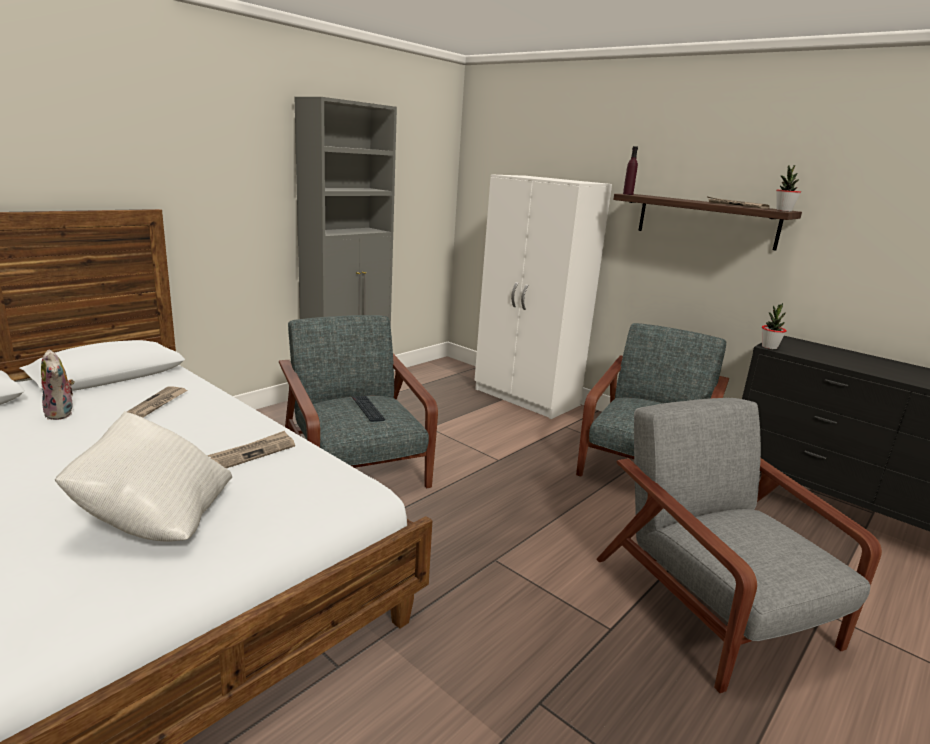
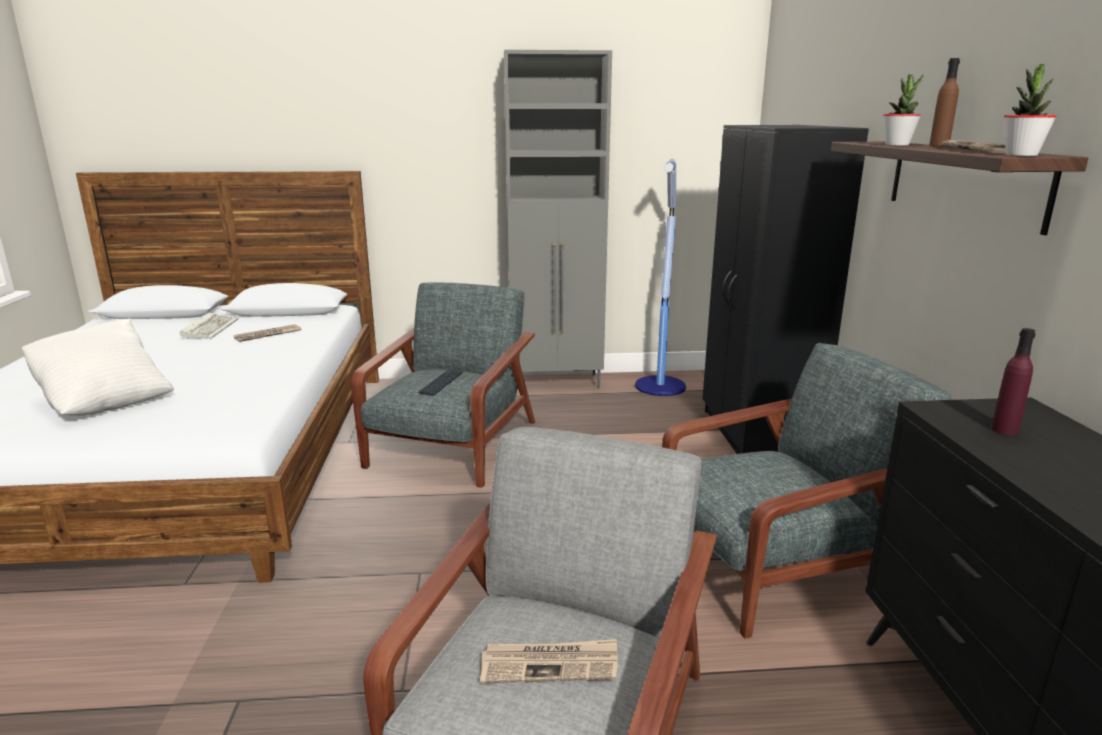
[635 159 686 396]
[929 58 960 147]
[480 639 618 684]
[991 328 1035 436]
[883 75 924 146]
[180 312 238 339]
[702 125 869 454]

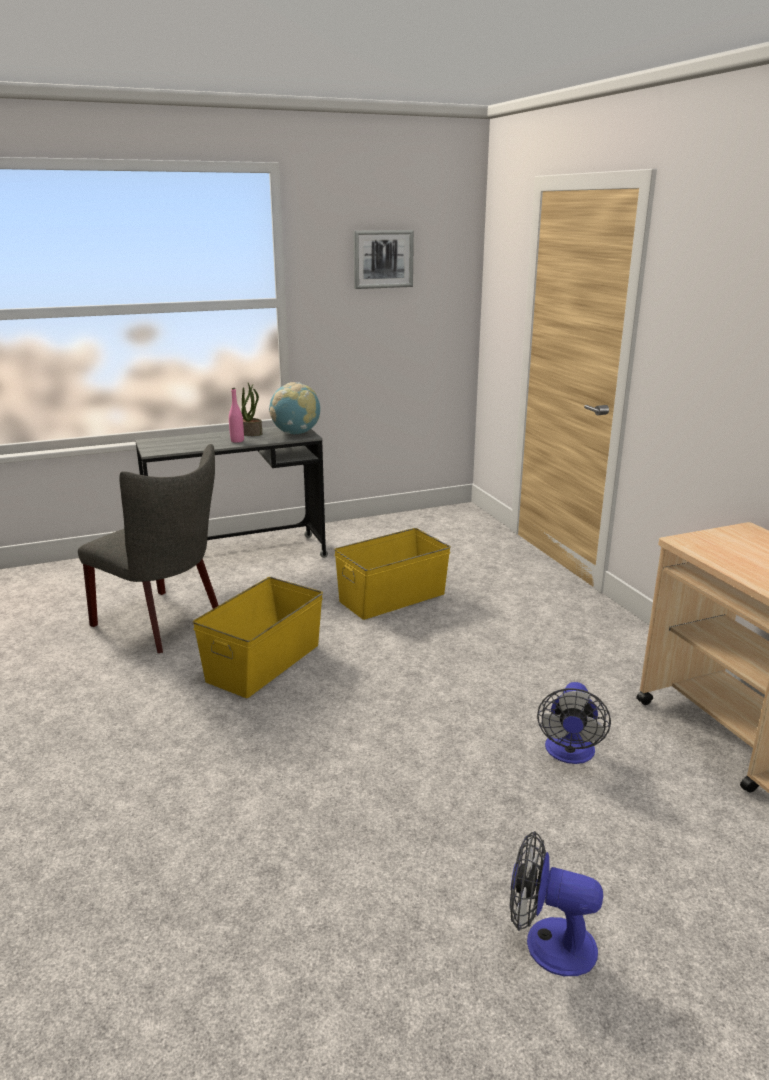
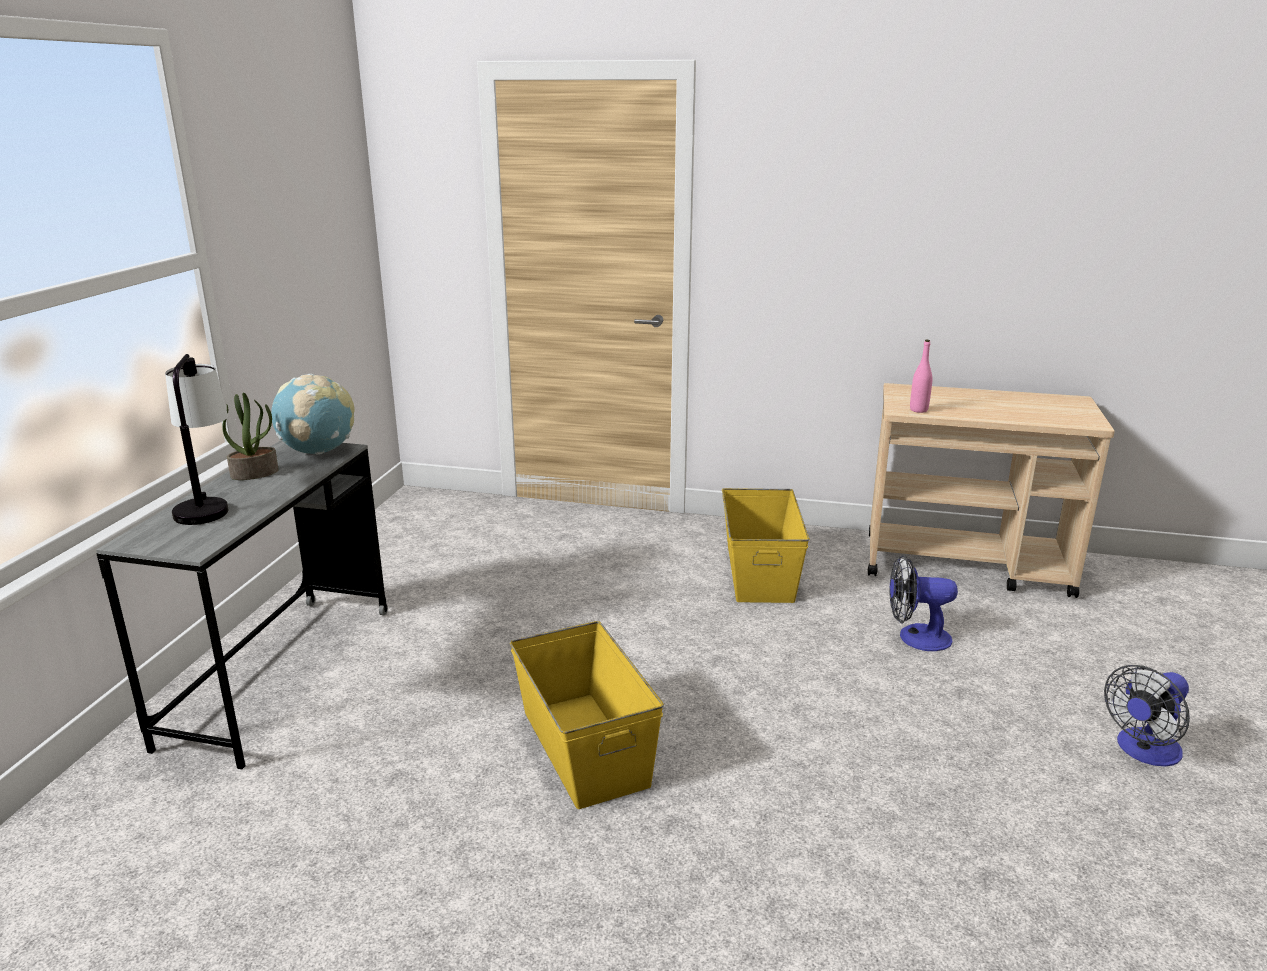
[78 444 219 653] (first image)
[354 230 414 289] (first image)
[165 354 228 525]
[910 340 932 413]
[722 488 810 603]
[890 555 958 651]

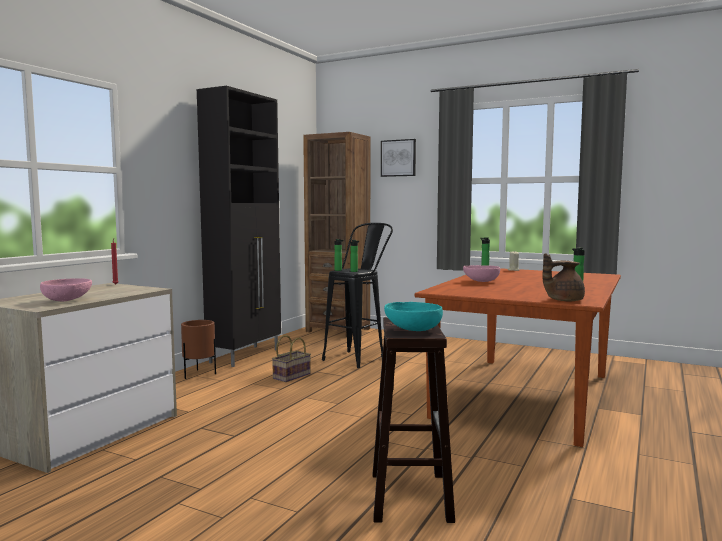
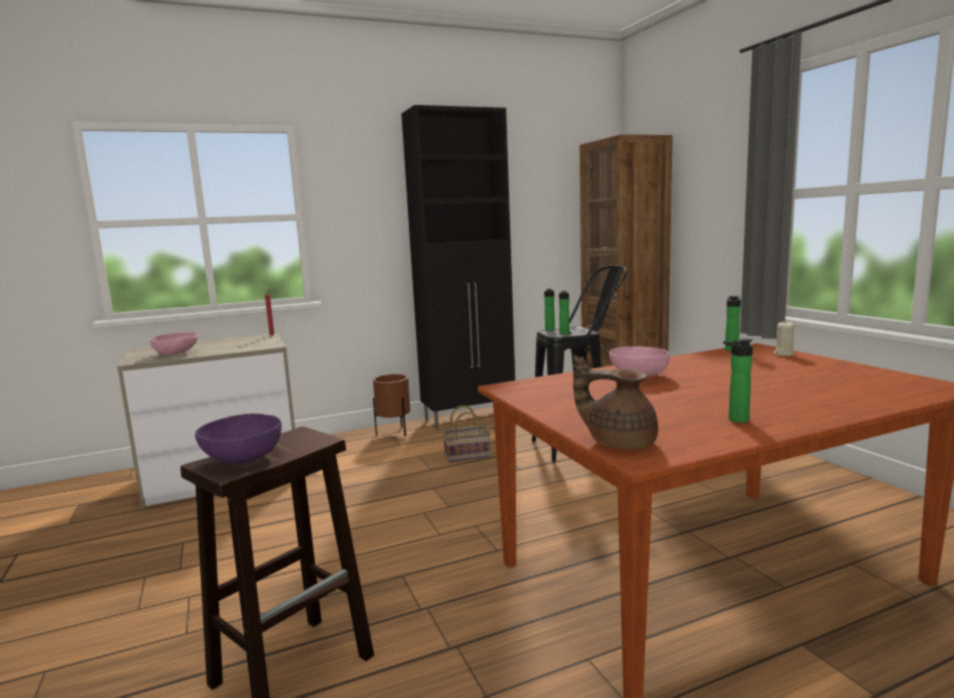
[381 139 416 177] (first image)
[195 414 282 464]

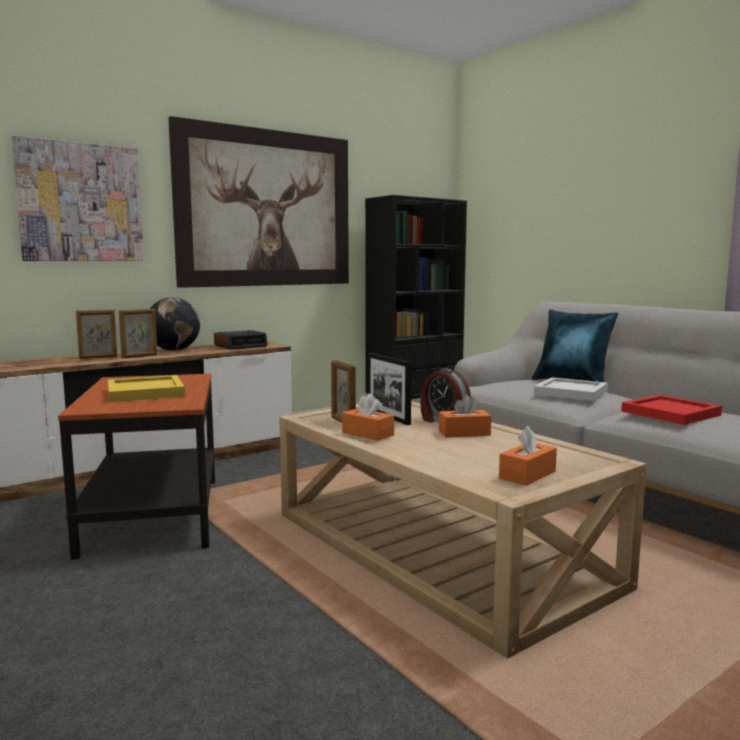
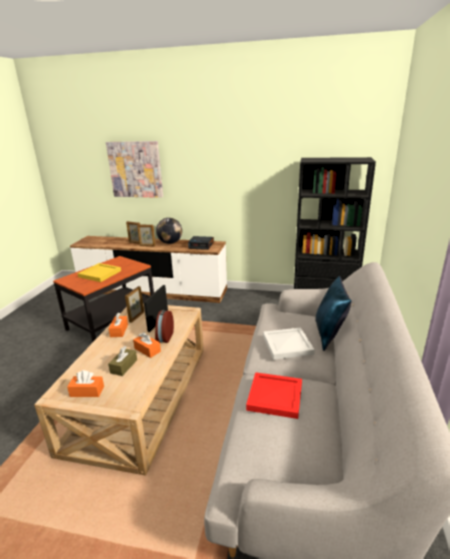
[168 116 349 288] (first image)
[108 346 137 376]

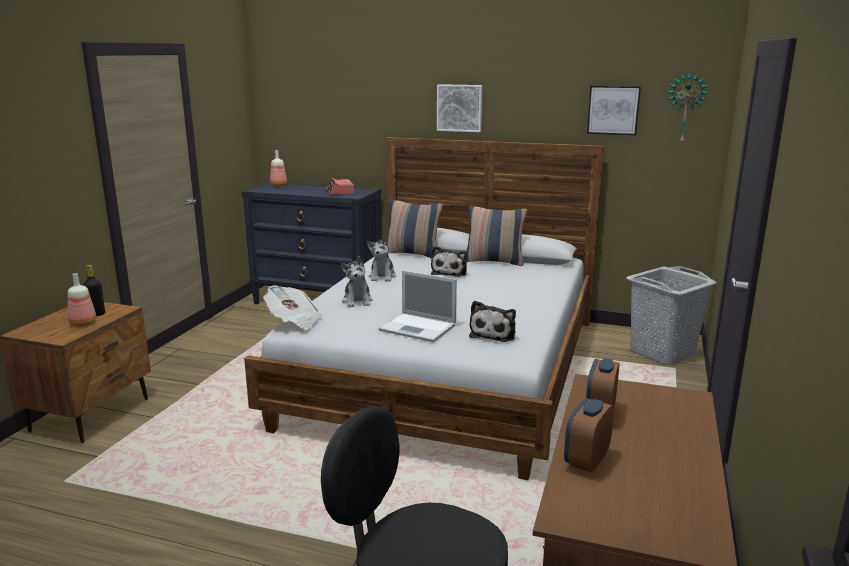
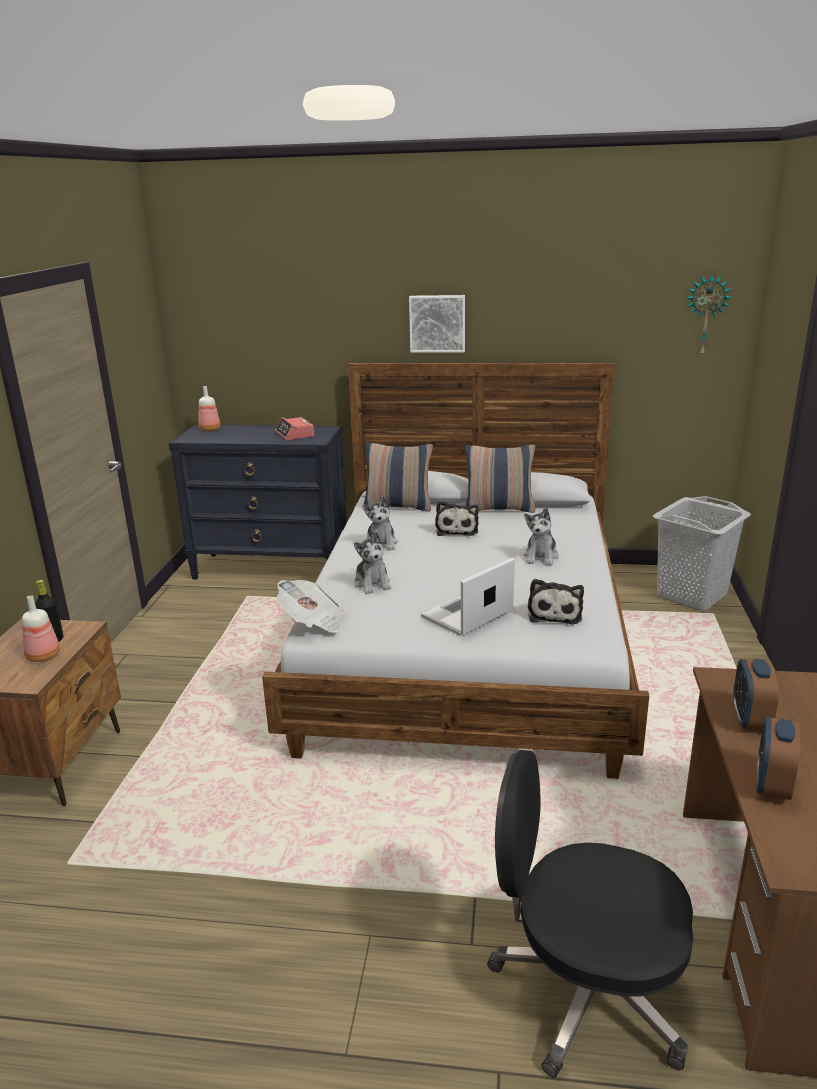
[587 86 641 135] (first image)
[524 508 559 565]
[421 558 515 636]

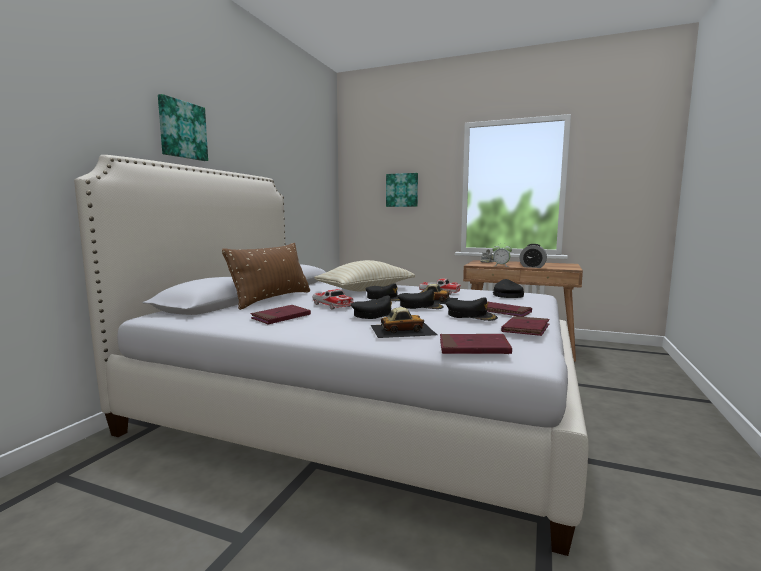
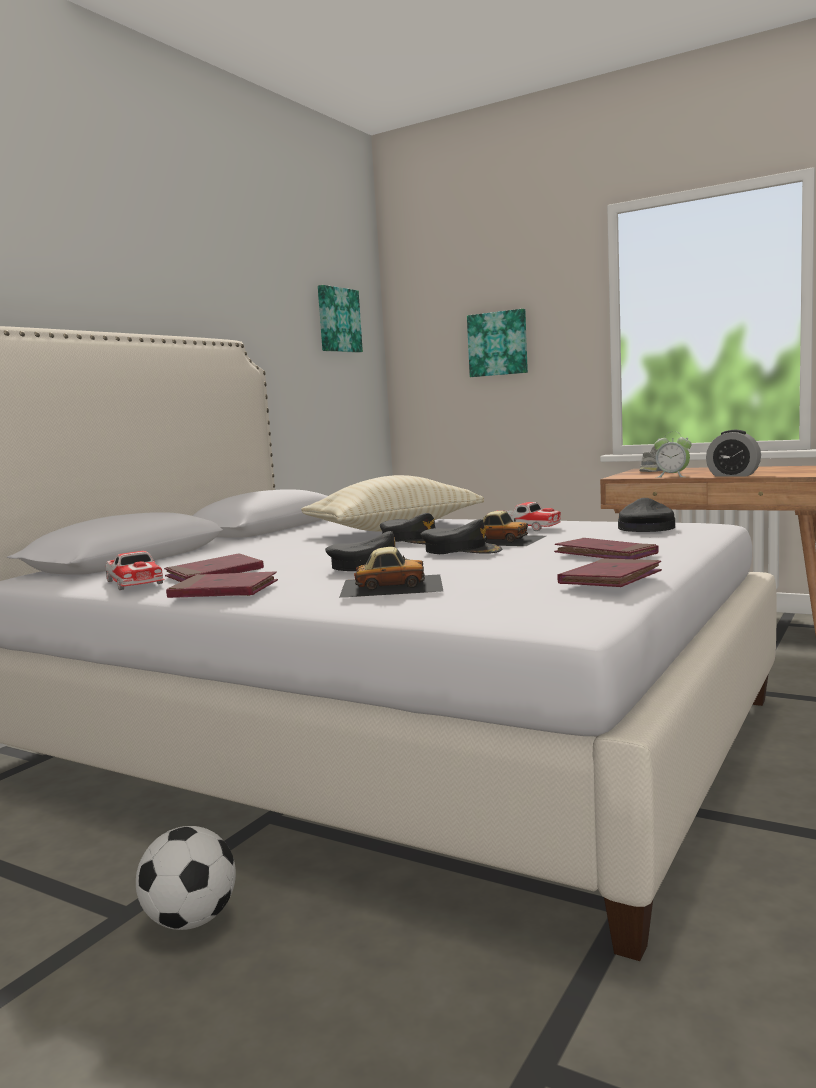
[222 243 310 310] (first image)
[446 298 498 321] (first image)
[136 826 236 930]
[318 285 363 353]
[106 551 165 590]
[166 571 278 598]

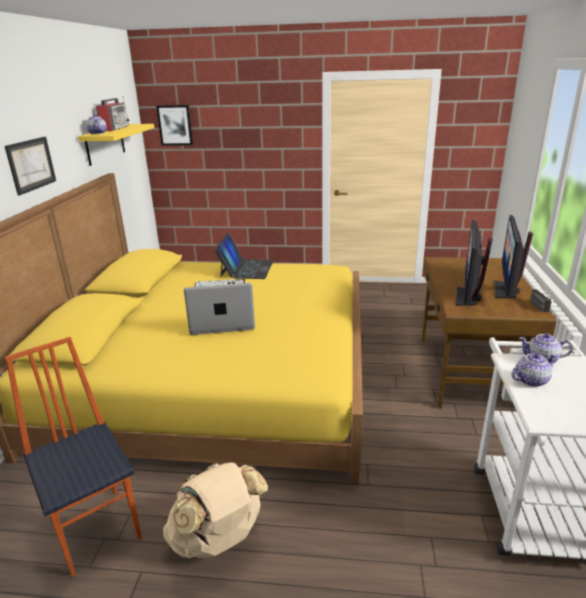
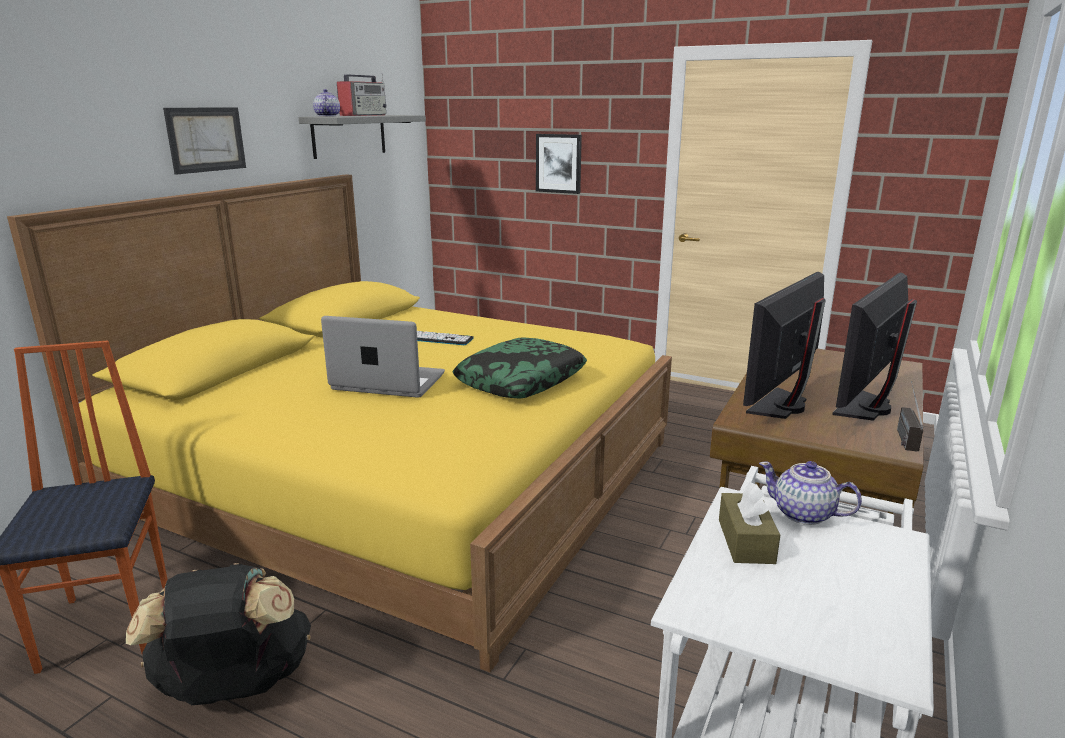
[214 233 274 279] (first image)
[453 337 587 398]
[536 134 582 194]
[719 482 780 564]
[299 115 426 159]
[126 563 311 705]

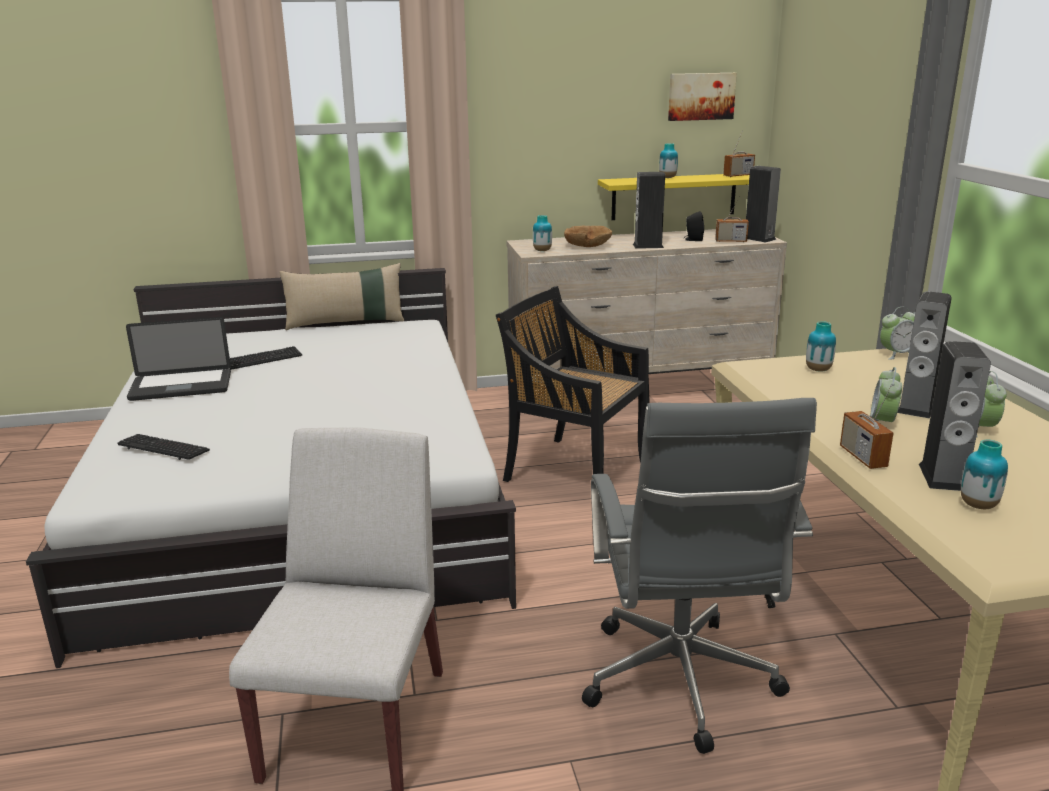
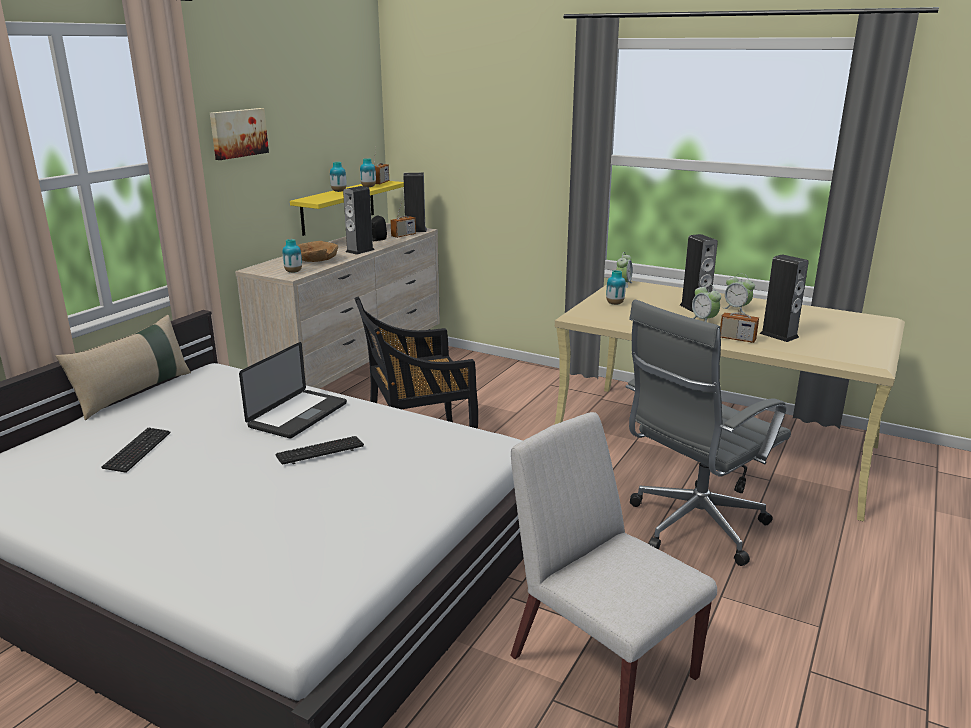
[275 436 364 465]
[239 342 347 438]
[210 108 269 160]
[360 158 376 187]
[626 299 791 566]

